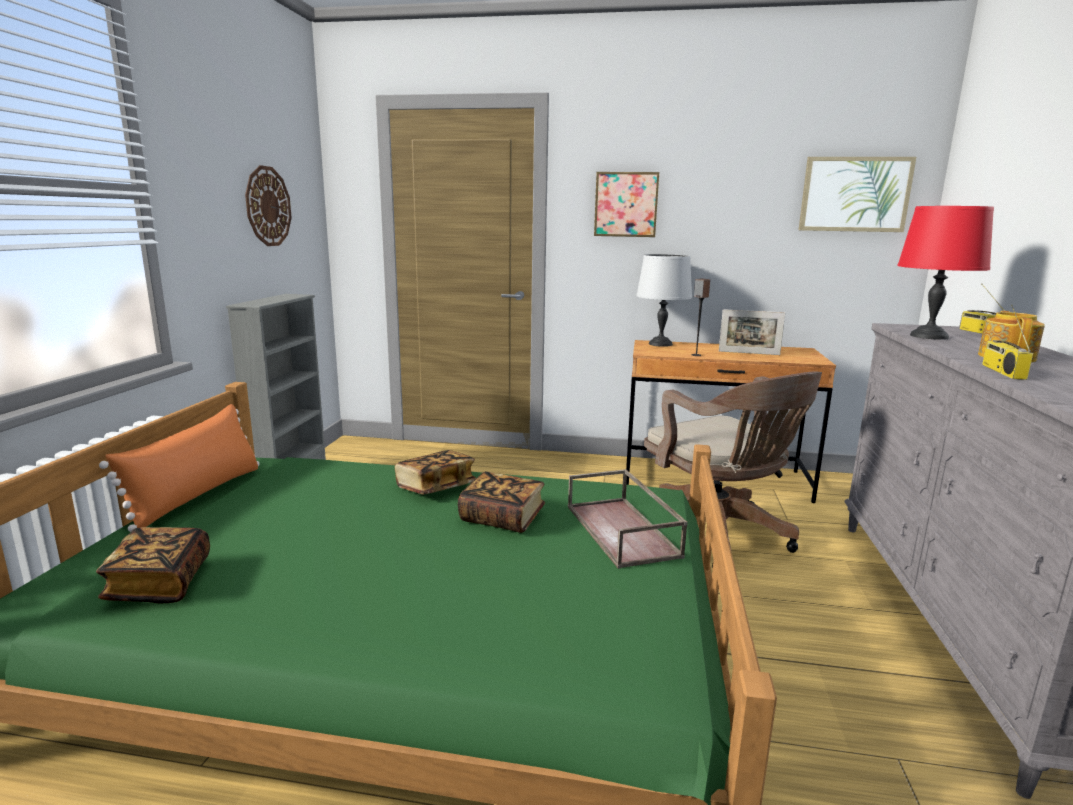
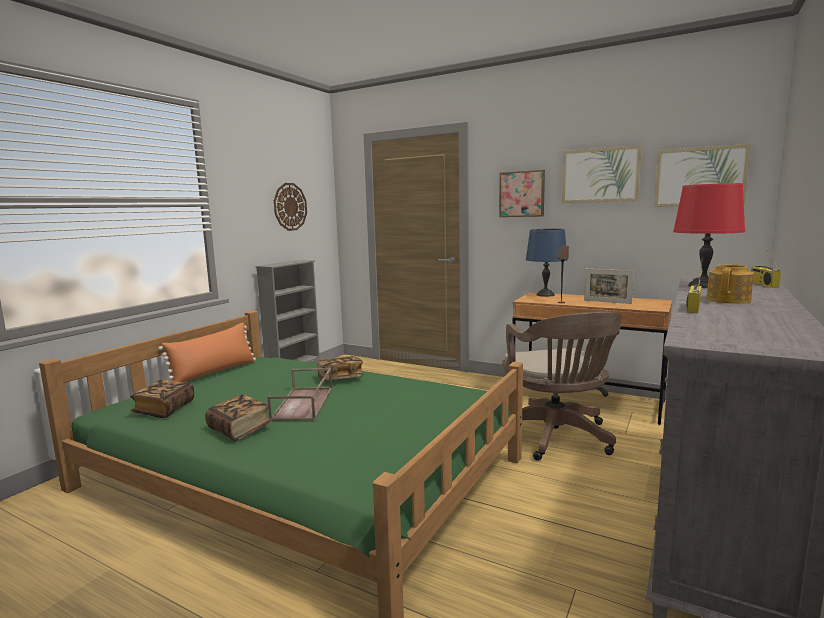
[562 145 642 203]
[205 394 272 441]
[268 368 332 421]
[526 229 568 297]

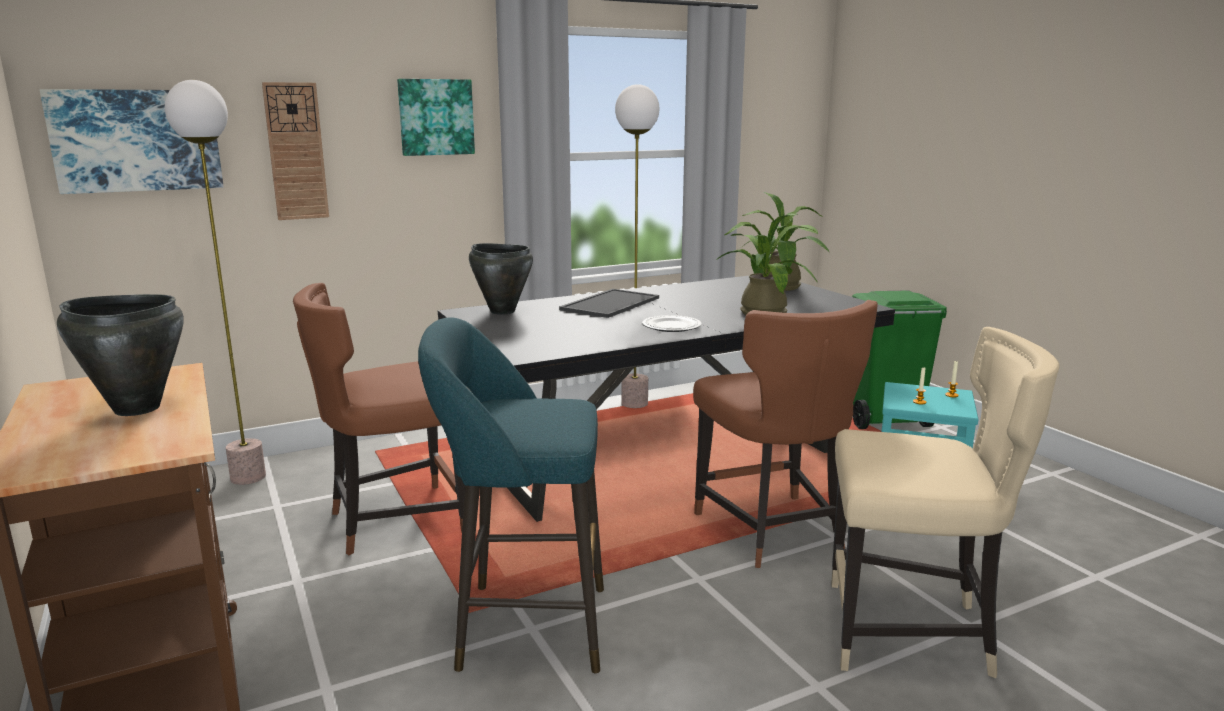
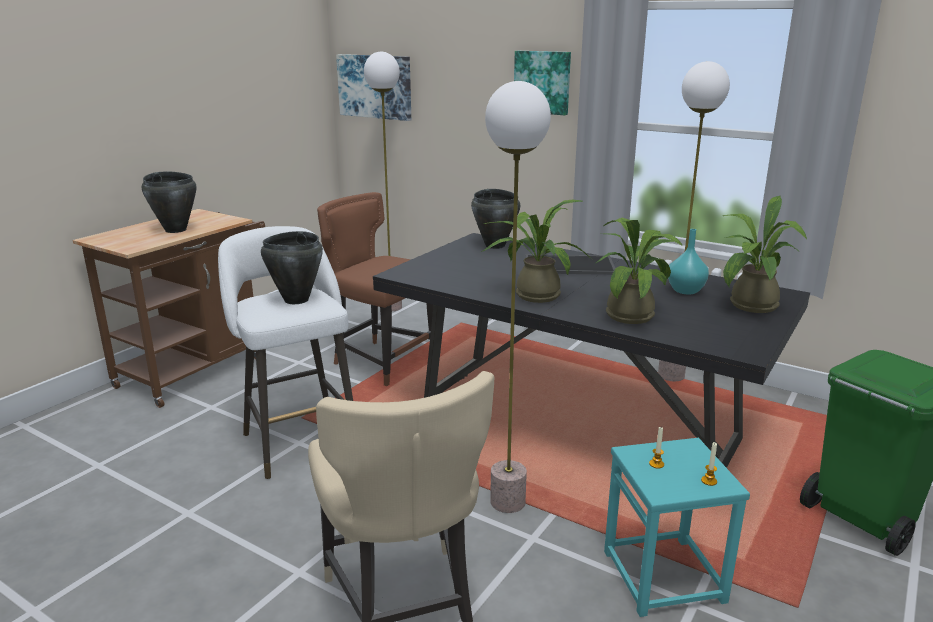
[262 82 329 220] (first image)
[261 231 323 304]
[668 229 709 294]
[481 199 592 303]
[485 81 551 513]
[218 226 353 479]

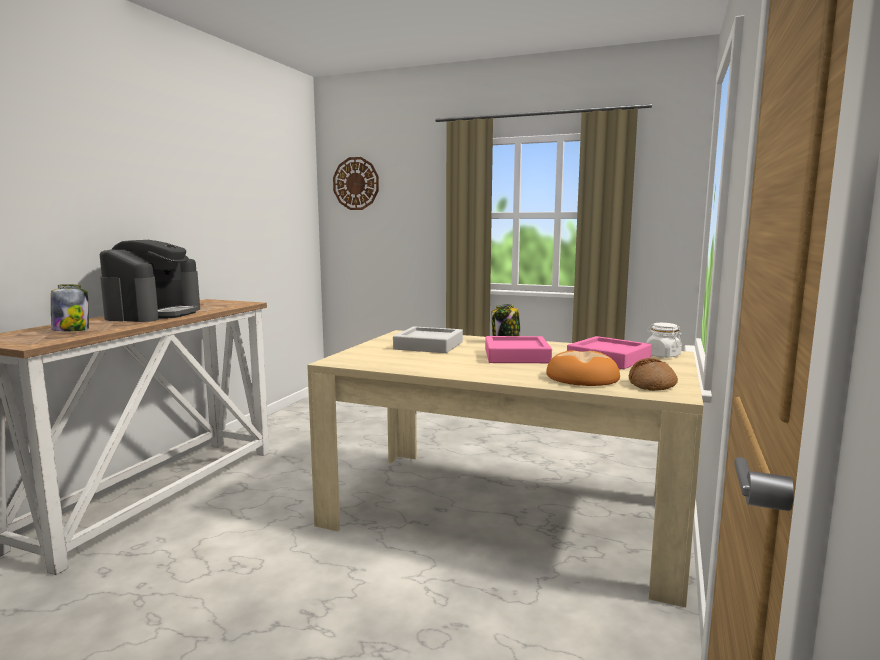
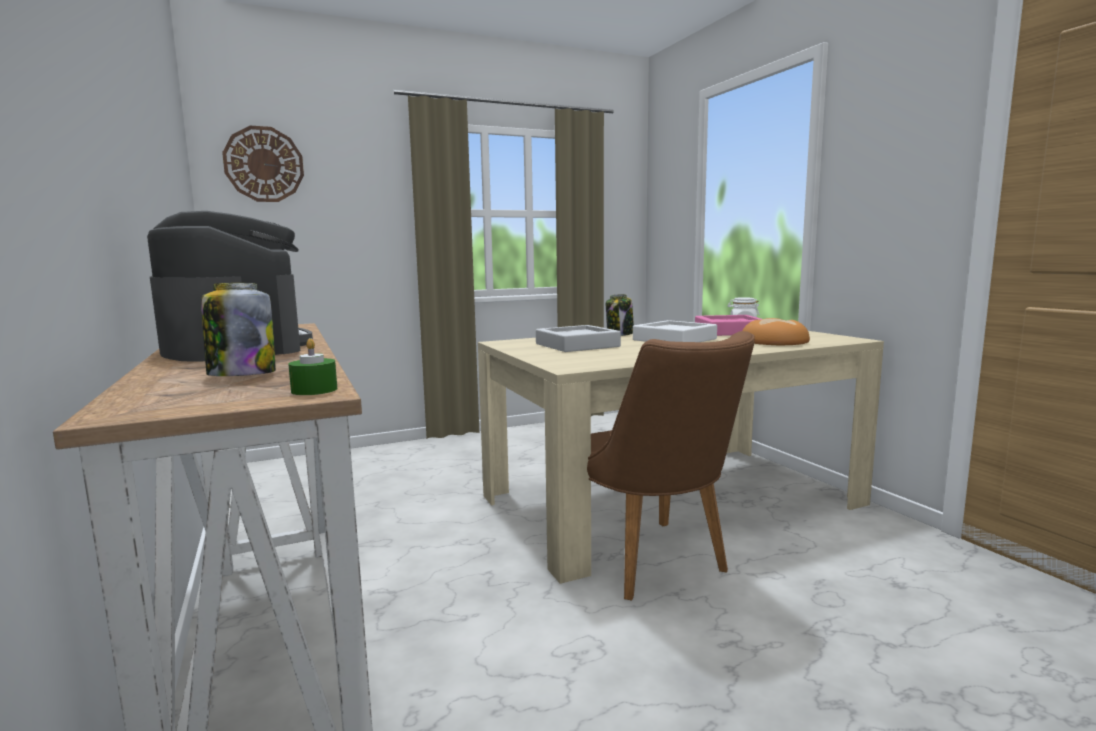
[629 358 678 391] (first image)
[288 338 337 395]
[587 331 755 601]
[633 320 717 342]

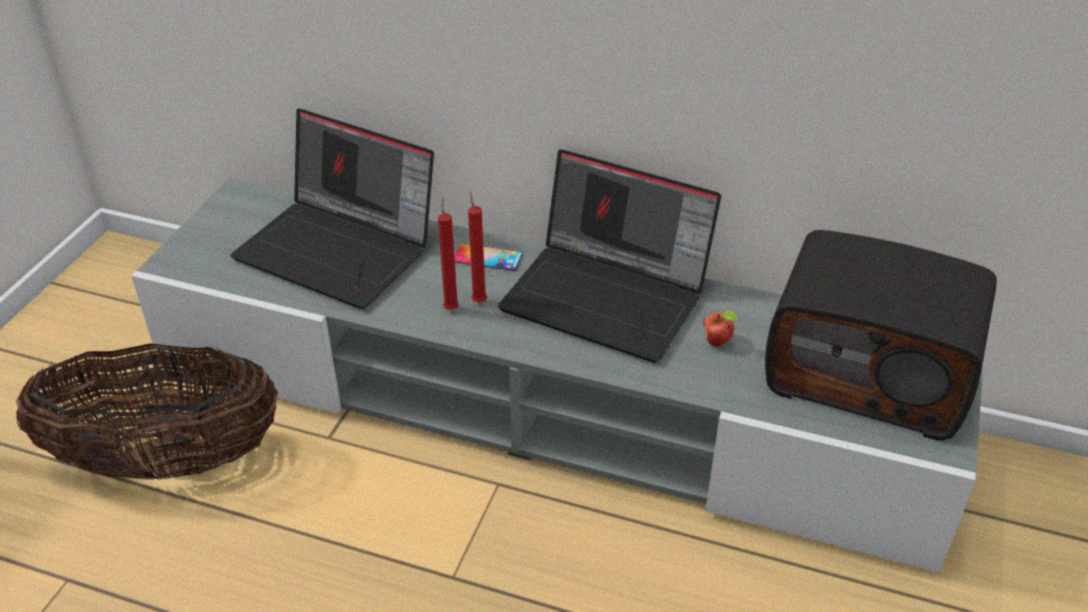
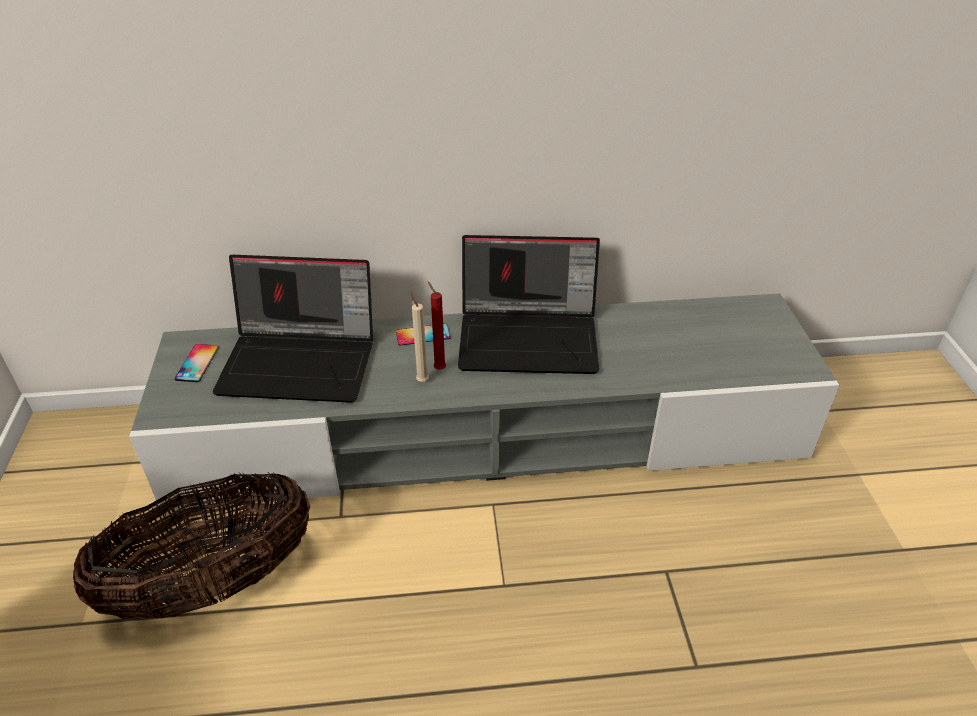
[703 310 738 347] (first image)
[765 230 997 441] (first image)
[174 344 219 382]
[410 292 429 382]

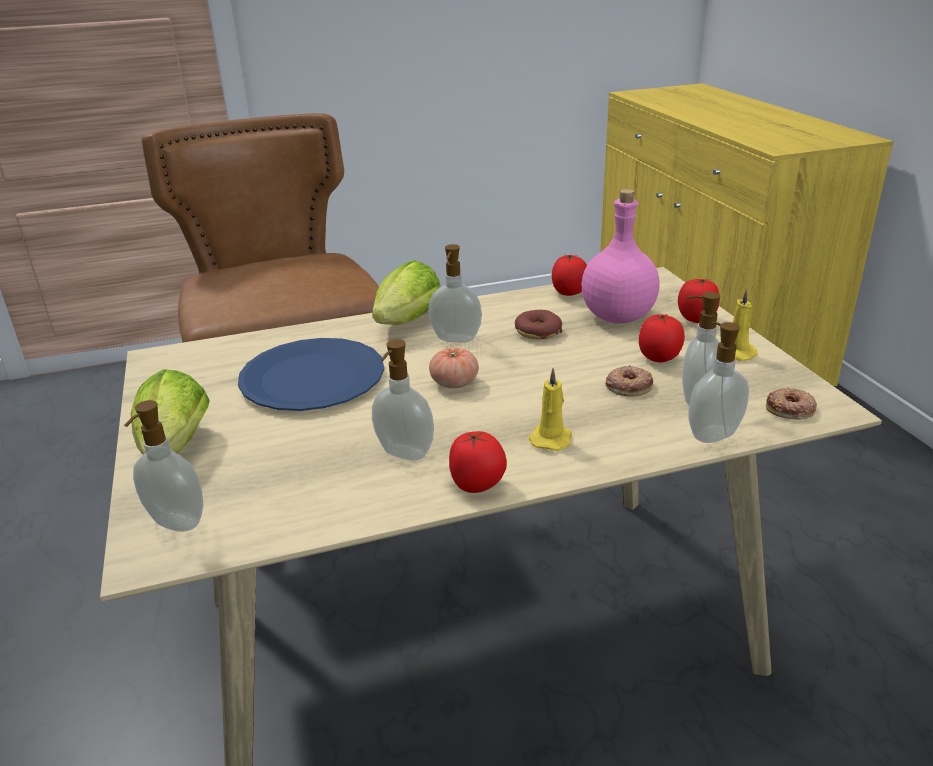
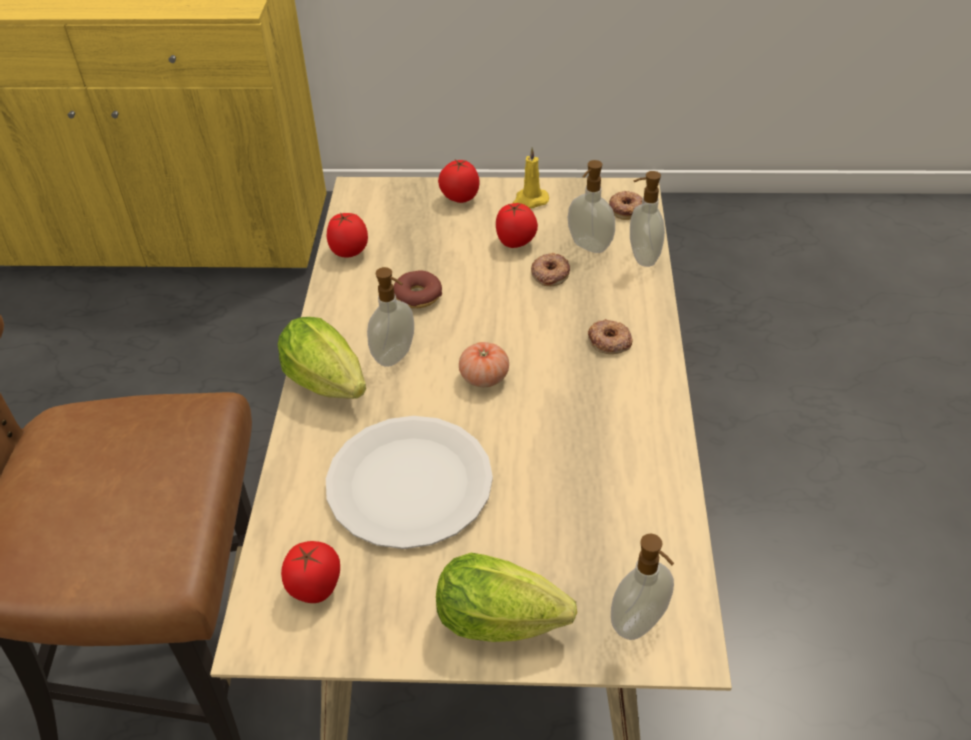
[372 339 434 460] (first image)
[582 189 660 324] (first image)
[281 541 340 603]
[588 319 633 354]
[326 416 493 549]

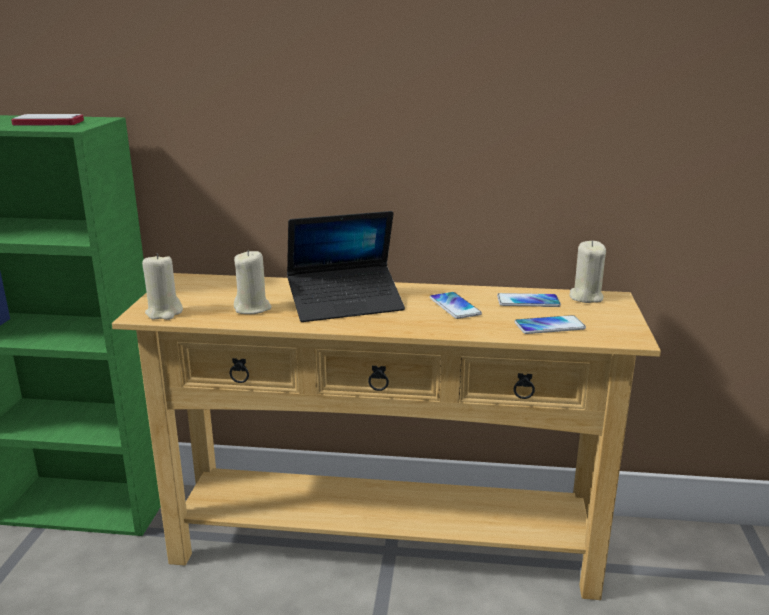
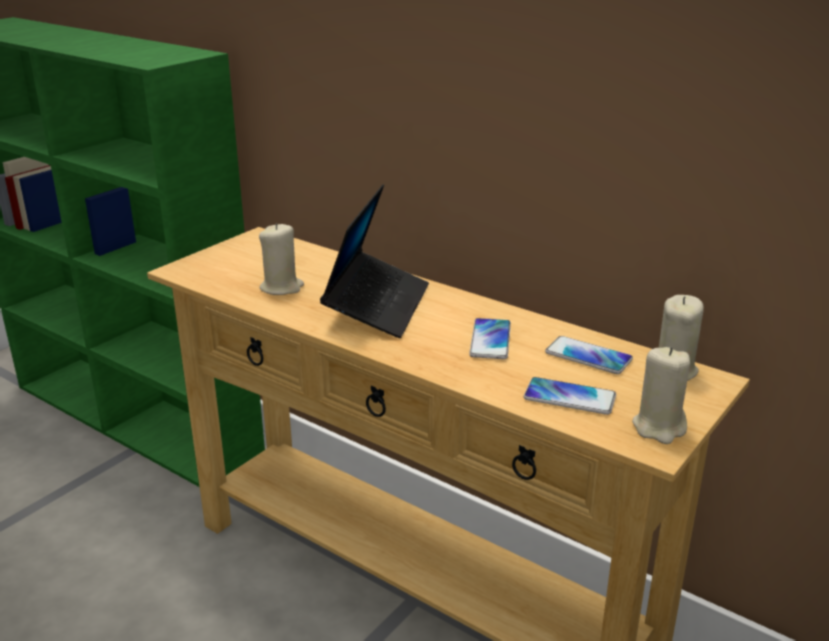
[11 114 84 126] (first image)
[632 347 690 444]
[320 184 429 338]

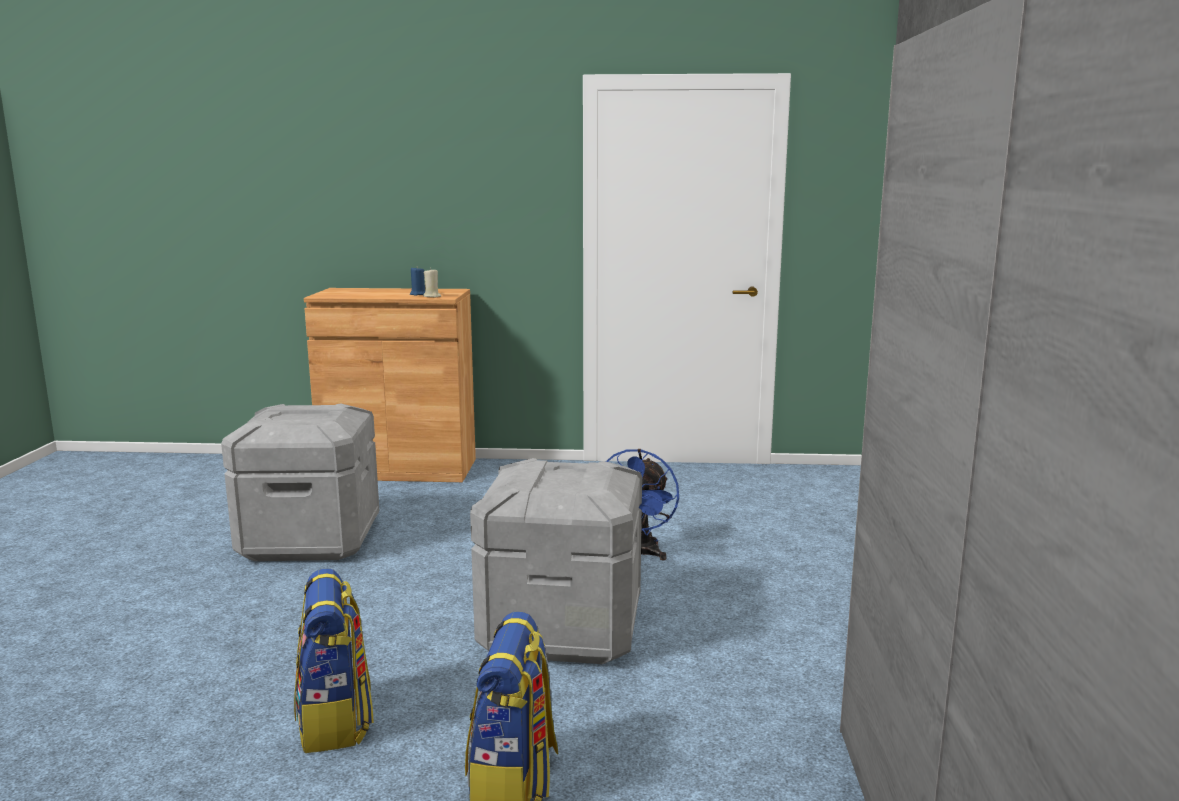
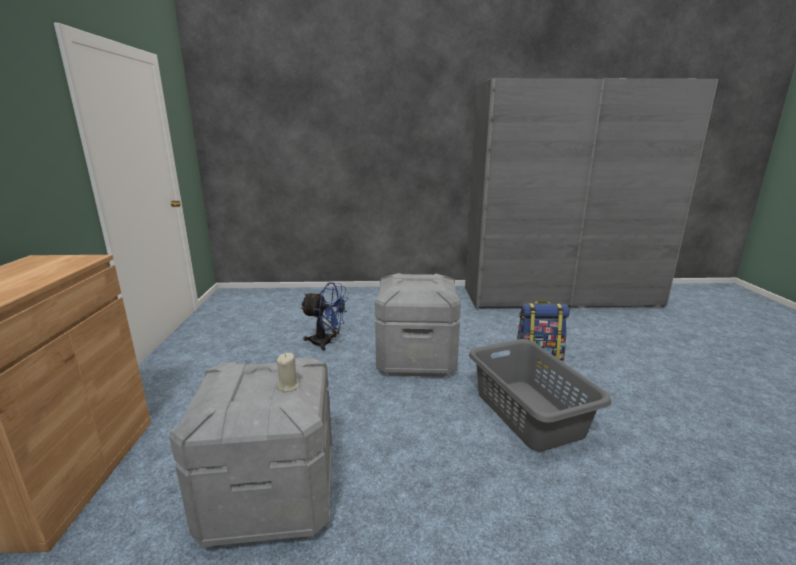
[410 267 425 296] (first image)
[276 353 299 392]
[469 339 611 451]

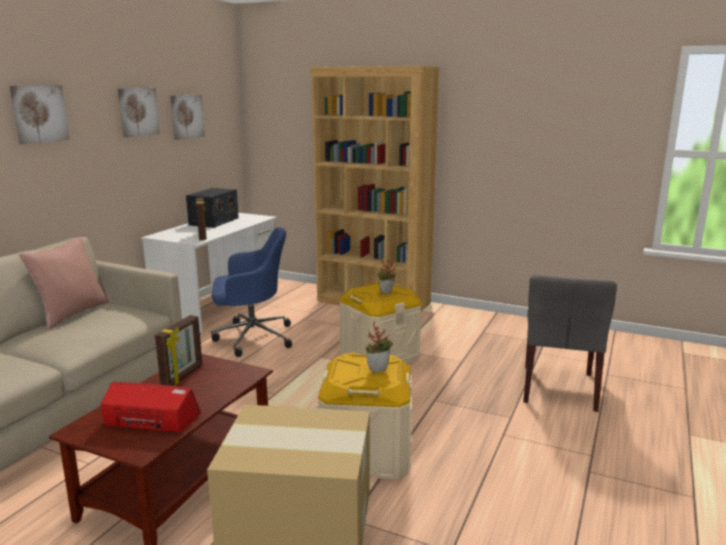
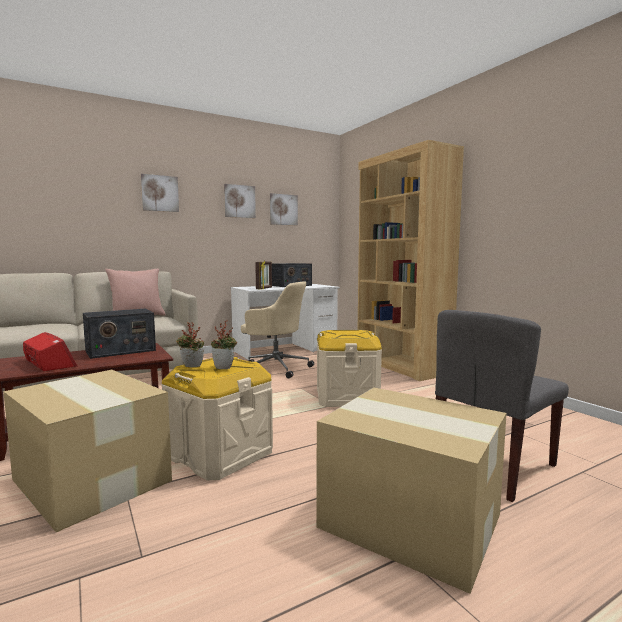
[316 387 507 594]
[176 322 204 367]
[83 309 156 359]
[241 281 314 378]

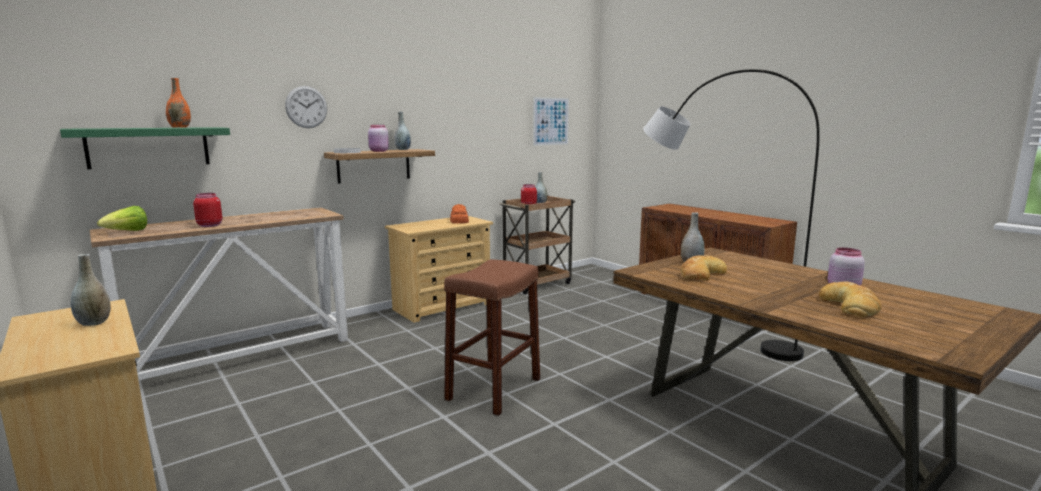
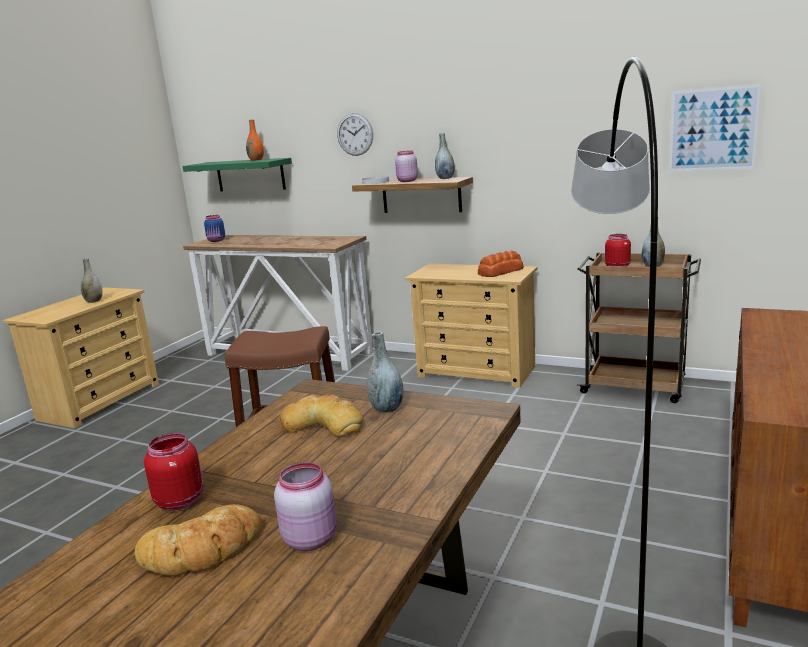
[144 433 204 511]
[204 215 225 242]

